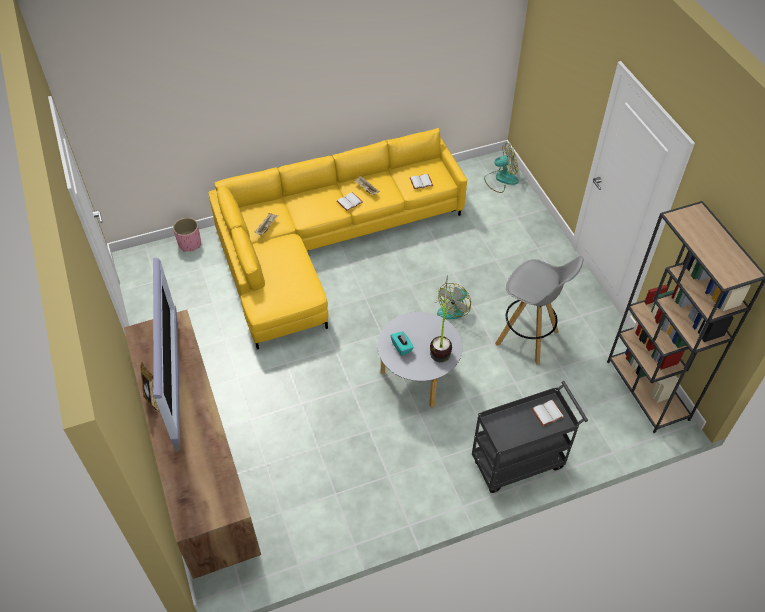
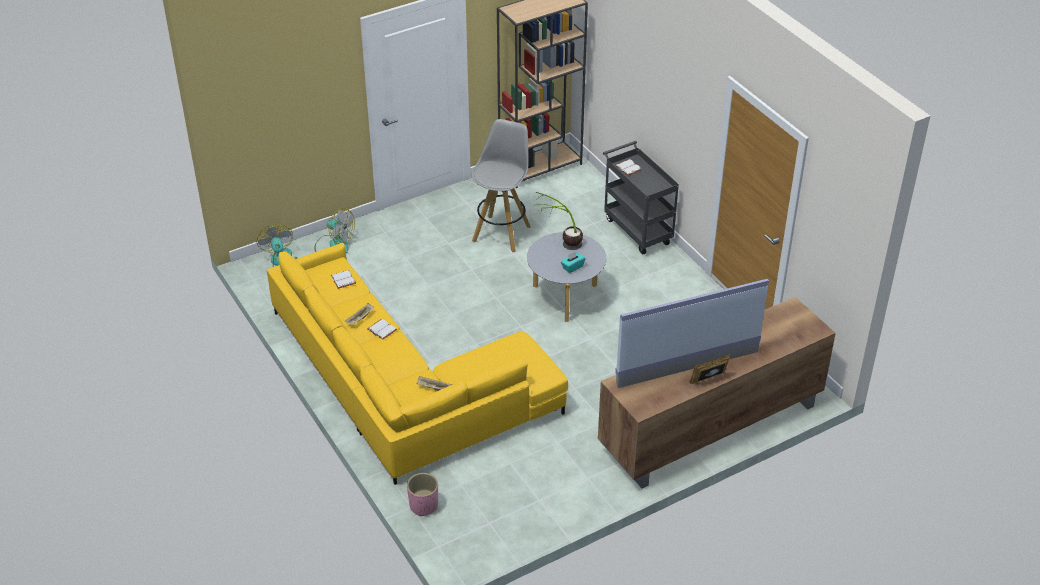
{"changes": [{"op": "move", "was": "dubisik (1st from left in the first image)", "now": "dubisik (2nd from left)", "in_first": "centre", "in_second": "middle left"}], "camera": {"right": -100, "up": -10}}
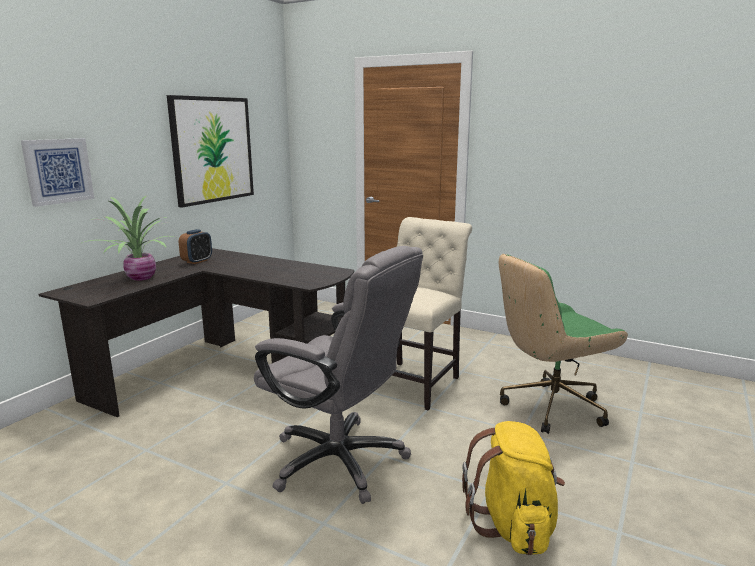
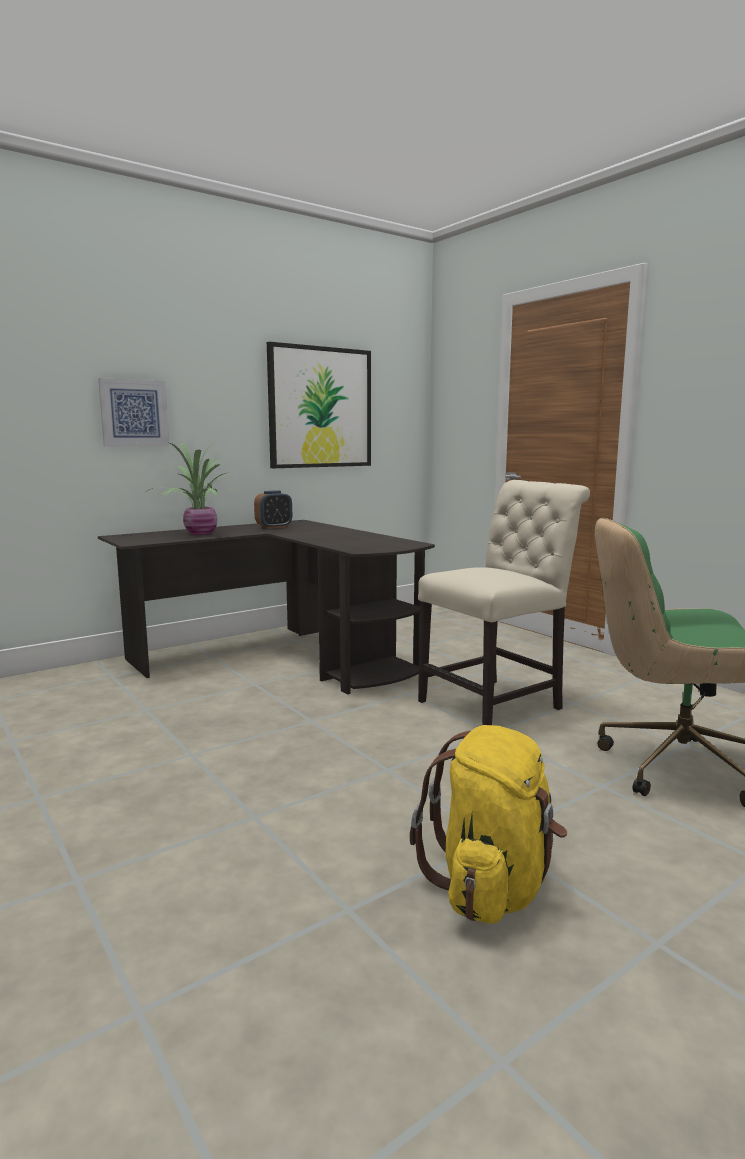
{"changes": [{"op": "delete", "was": "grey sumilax", "in_first": "centre"}], "camera": {"right": 25, "up": -5}}
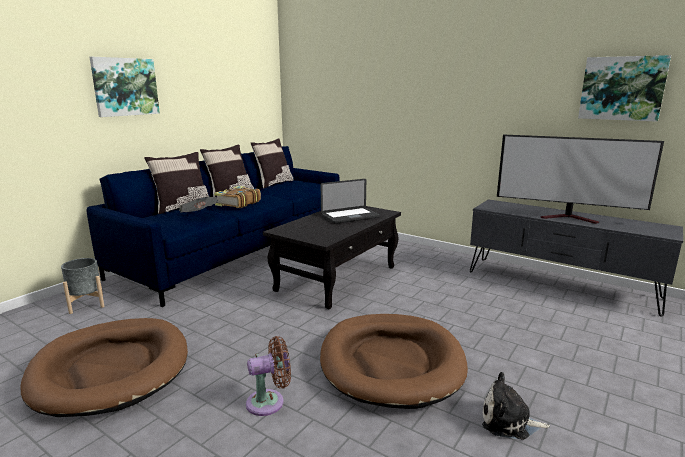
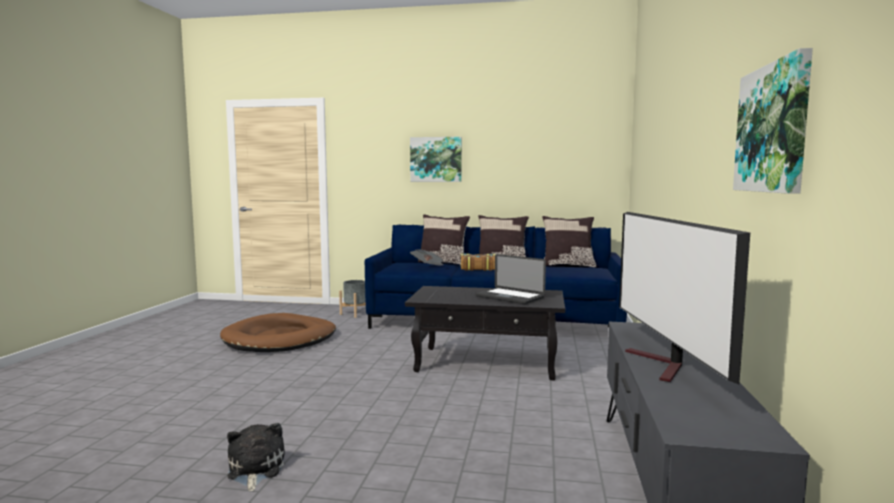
{"changes": [{"op": "delete", "was": "brown dubisik", "in_first": "bottom centre"}, {"op": "delete", "was": "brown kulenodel (2nd from left)", "in_first": "bottom centre"}], "camera": {"right": 65, "up": -10}}
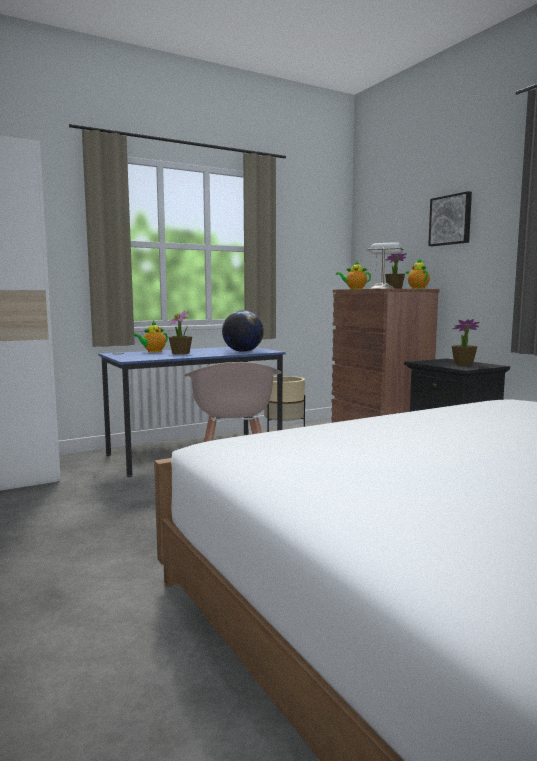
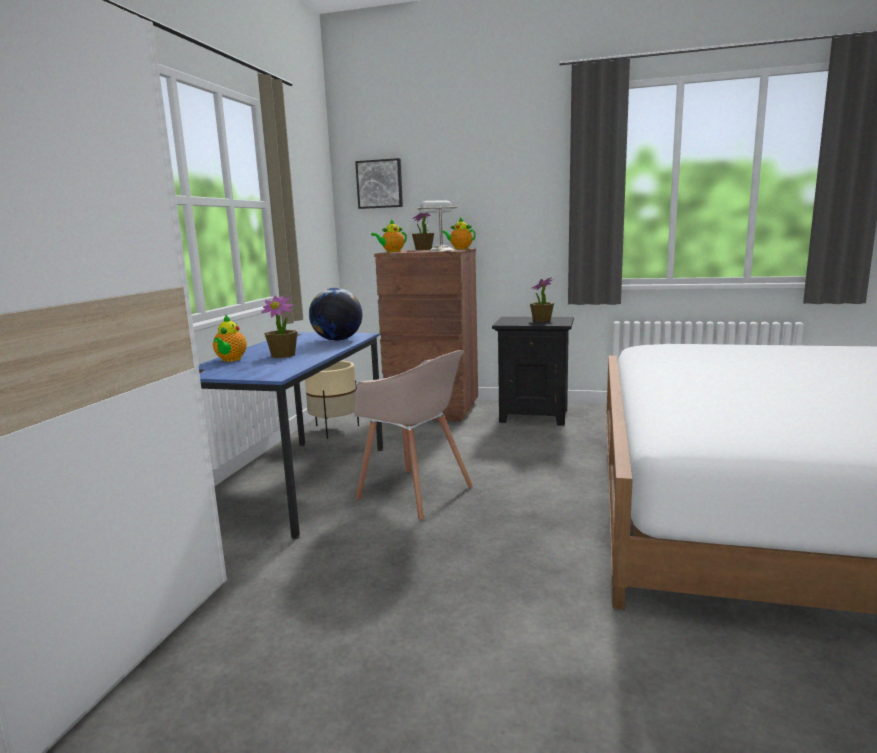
{"changes": [{"op": "move", "was": "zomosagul", "in_first": "top right", "in_second": "top centre"}], "camera": {"right": -45, "up": 5}}
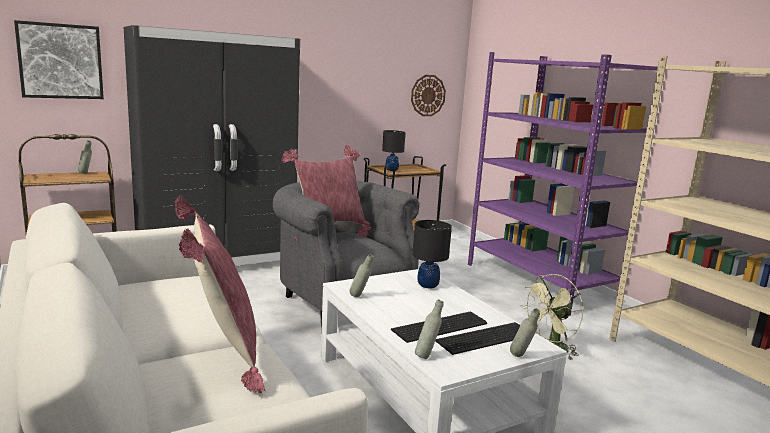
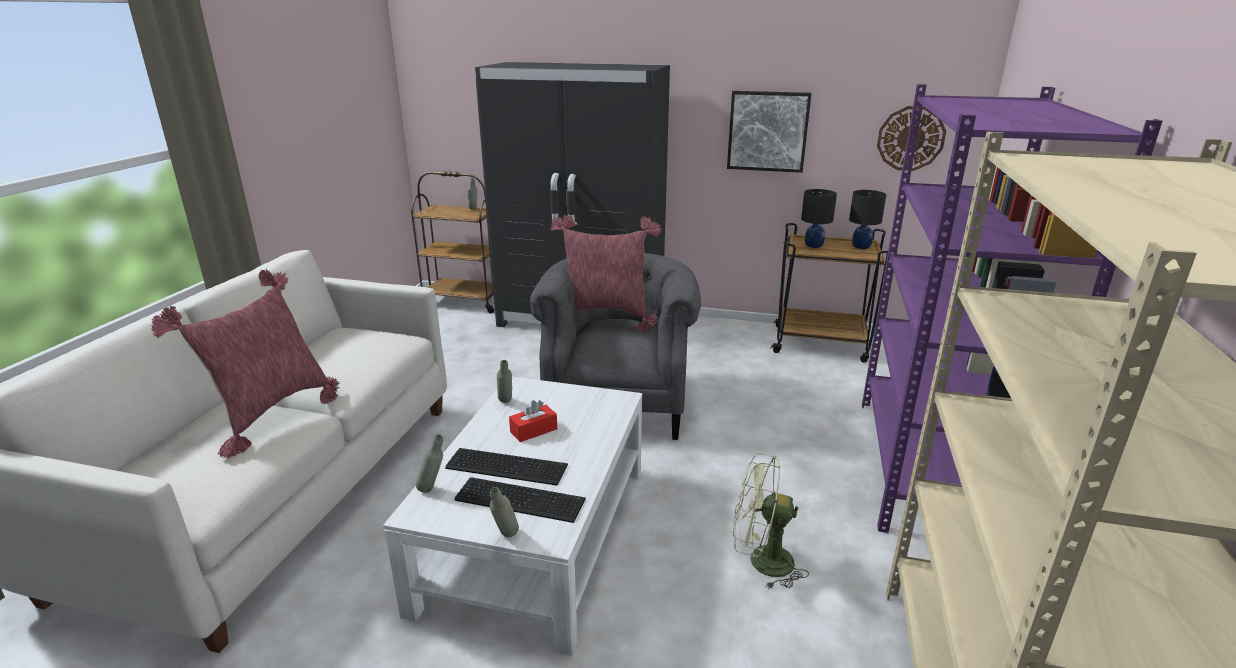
{"changes": [{"op": "move", "was": "zomosagul", "in_first": "top left", "in_second": "top centre"}, {"op": "move", "was": "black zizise (2nd from left)", "in_first": "centre", "in_second": "top right"}, {"op": "insert", "now": "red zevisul", "in_second": "centre"}], "camera": {"right": 45, "up": 10}}
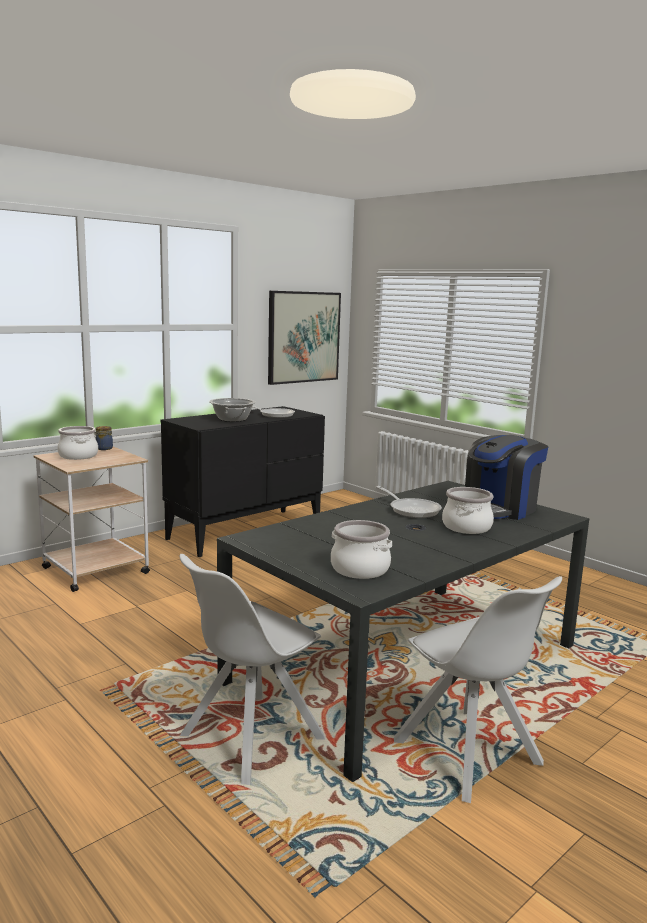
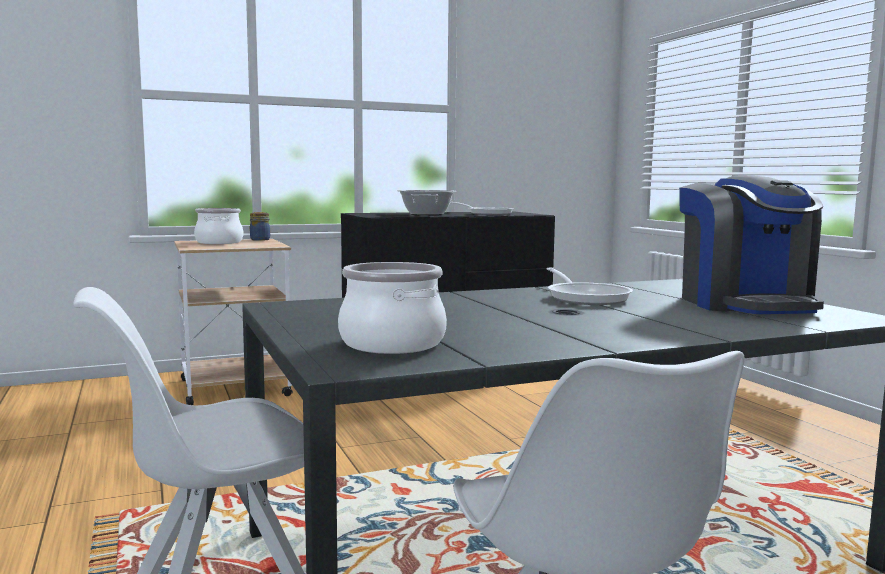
{"changes": [{"op": "delete", "was": "zomosagul", "in_first": "centre"}, {"op": "delete", "was": "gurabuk (4th from left)", "in_first": "middle right"}, {"op": "rotate", "was": "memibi", "in_first": "middle right", "in_second": "middle right", "clockwise": -75}], "camera": {"right": 20, "up": -5}}
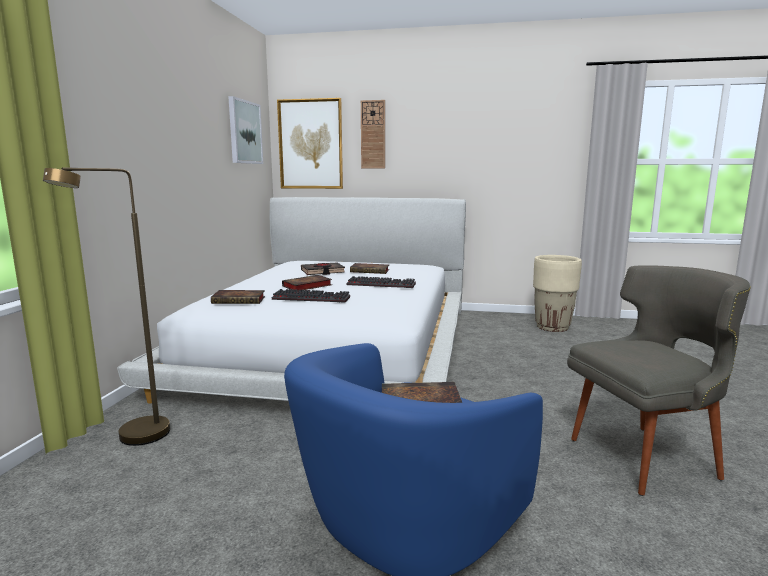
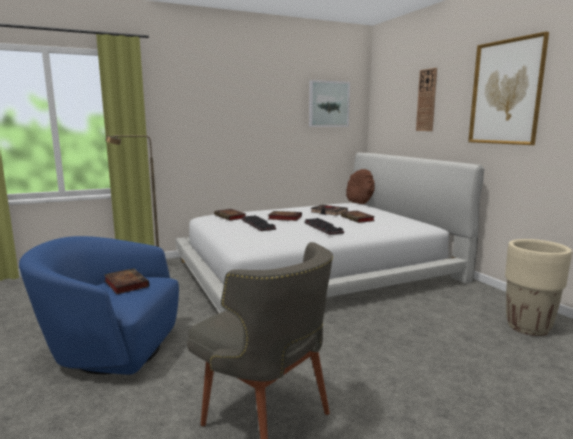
{"changes": [{"op": "move", "was": "zomosagul (2nd from left)", "in_first": "top centre", "in_second": "top right"}, {"op": "insert", "now": "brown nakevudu", "in_second": "centre"}], "camera": {"right": 55, "up": 0}}
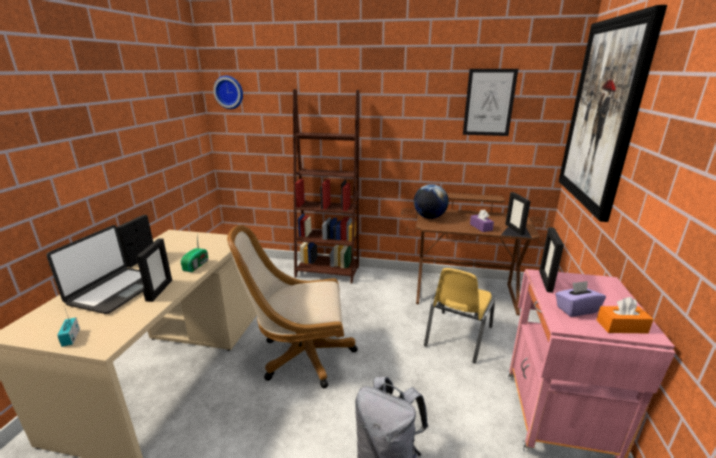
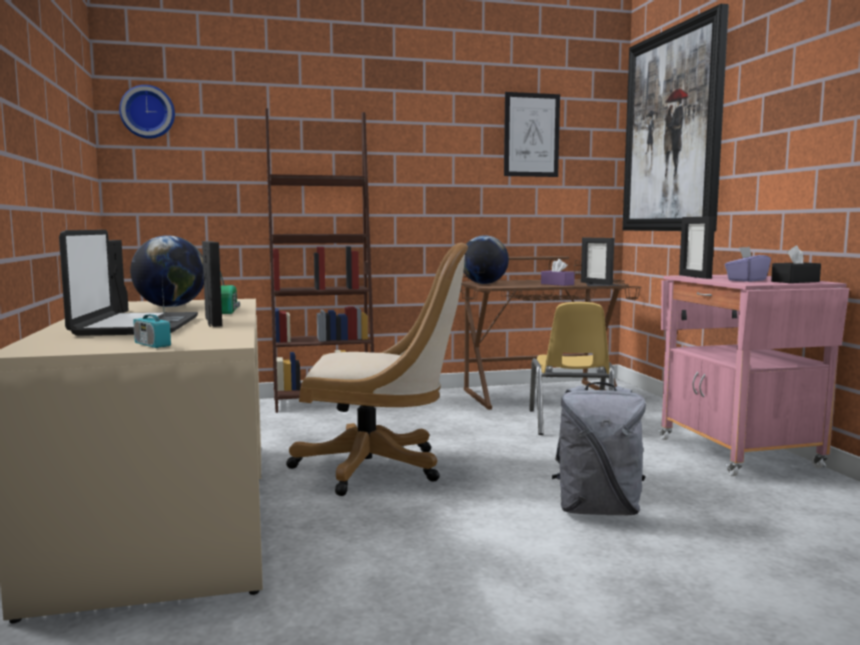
{"changes": [{"op": "rotate", "was": "sumilax", "in_first": "bottom centre", "in_second": "centre", "clockwise": -150}, {"op": "recolor", "was": "orange zevisul", "now": "black zevisul", "in_first": "bottom right", "in_second": "middle right"}, {"op": "insert", "now": "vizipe (1st from left)", "in_second": "middle left"}], "camera": {"right": -25, "up": -15}}
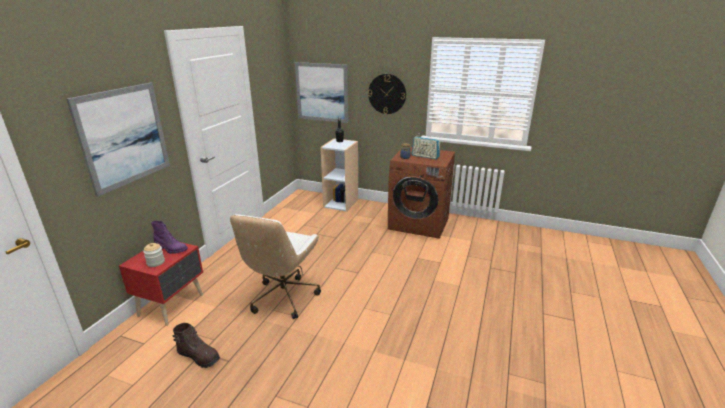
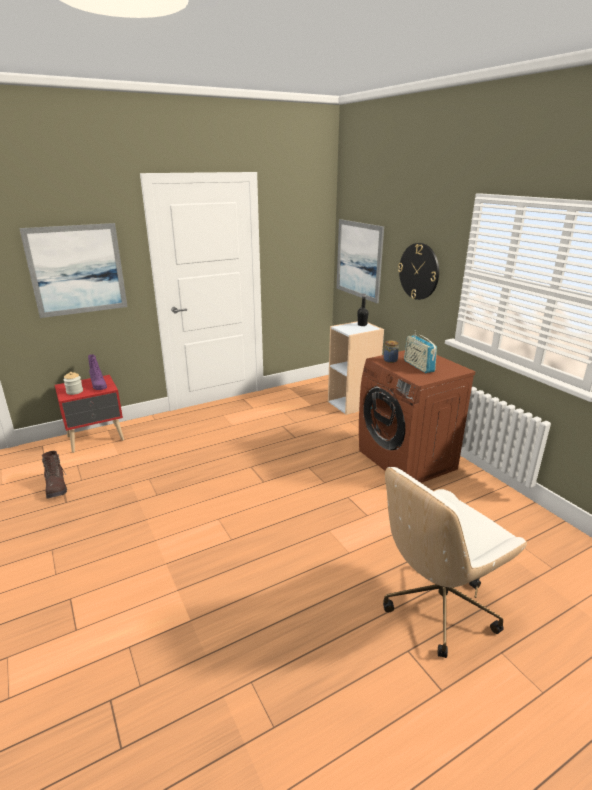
{"changes": [{"op": "move", "was": "white sumilax", "in_first": "centre", "in_second": "bottom right"}], "camera": {"right": 40, "up": 0}}
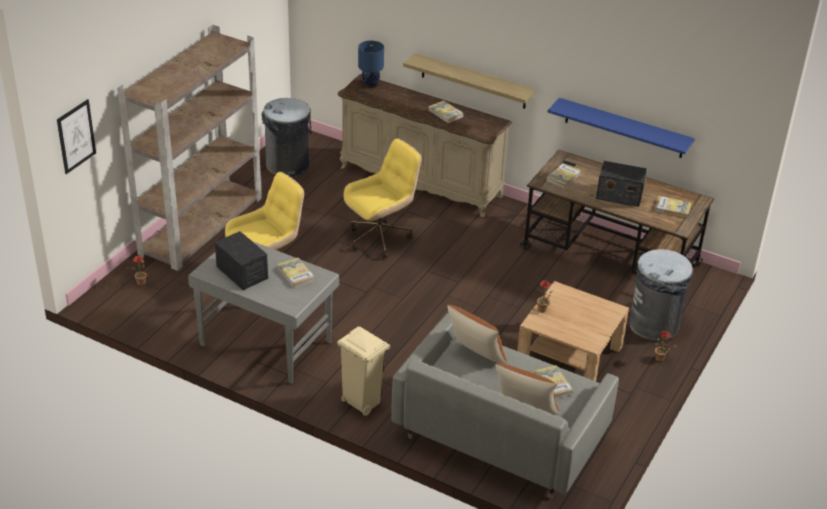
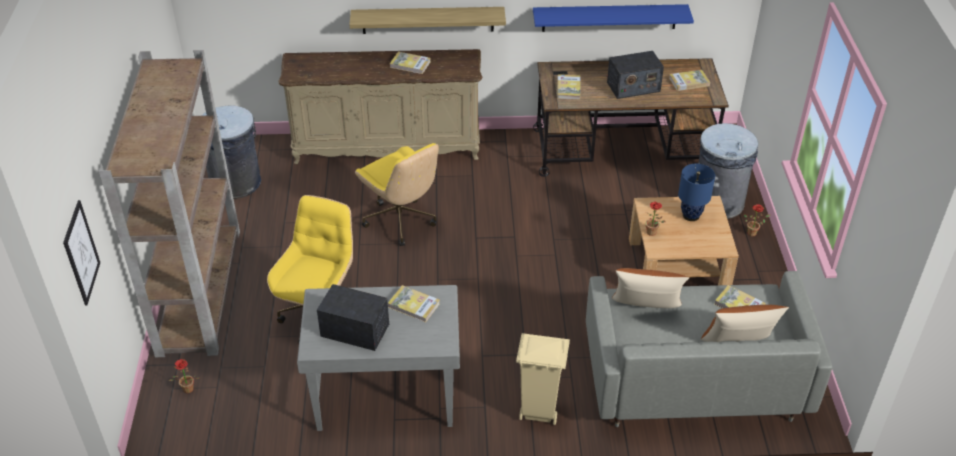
{"changes": [{"op": "rotate", "was": "yellow sumilax (2nd from left)", "in_first": "centre", "in_second": "centre", "clockwise": 120}, {"op": "move", "was": "blue zizise", "in_first": "top centre", "in_second": "middle right"}], "camera": {"right": -30, "up": 5}}
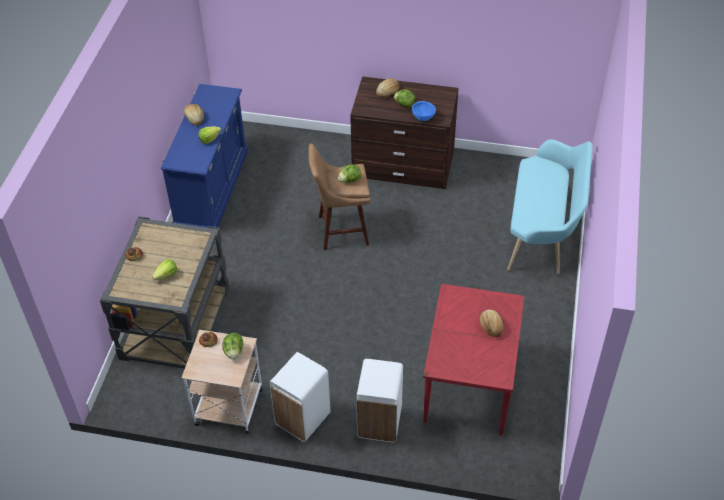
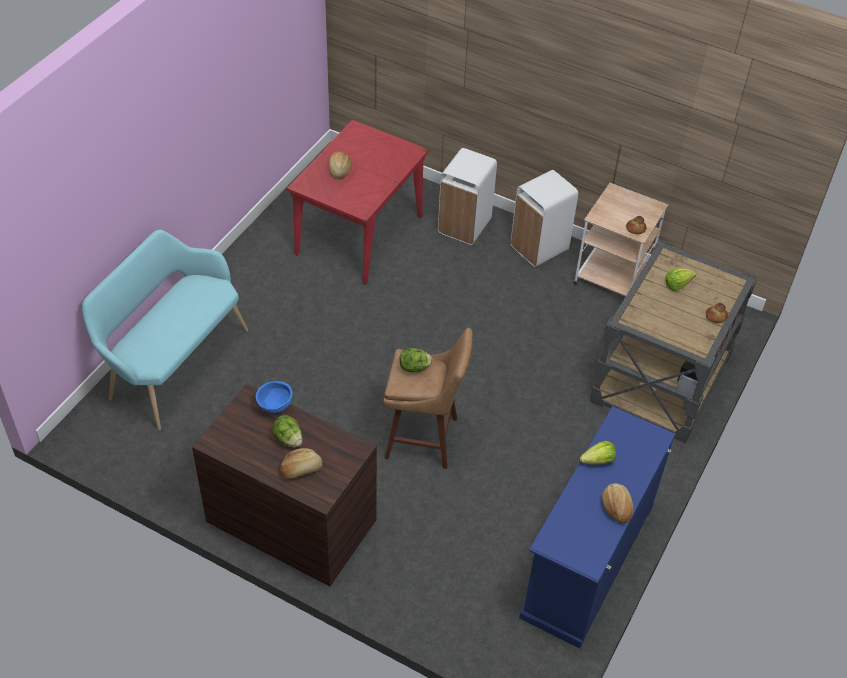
{"changes": [{"op": "delete", "was": "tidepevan (3rd from left)", "in_first": "bottom left"}], "camera": {"right": -165, "up": 0}}
